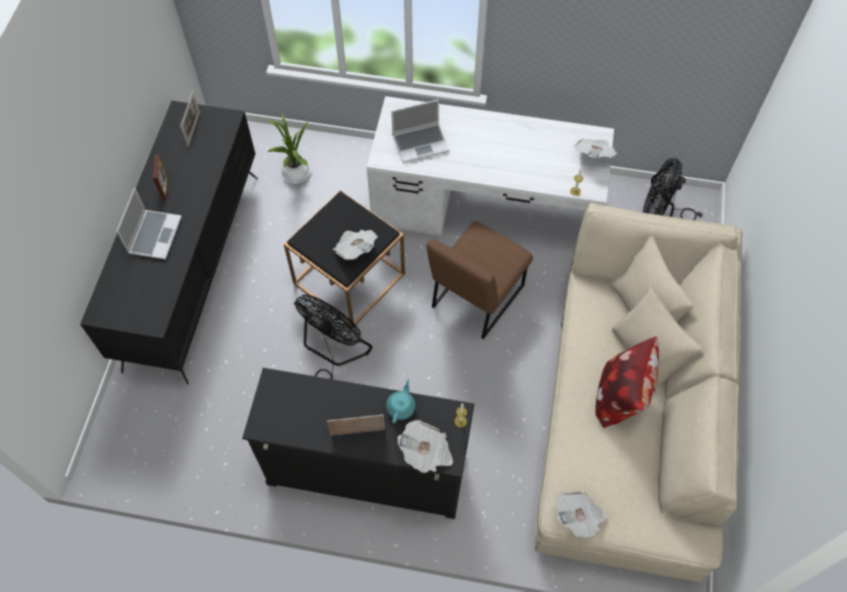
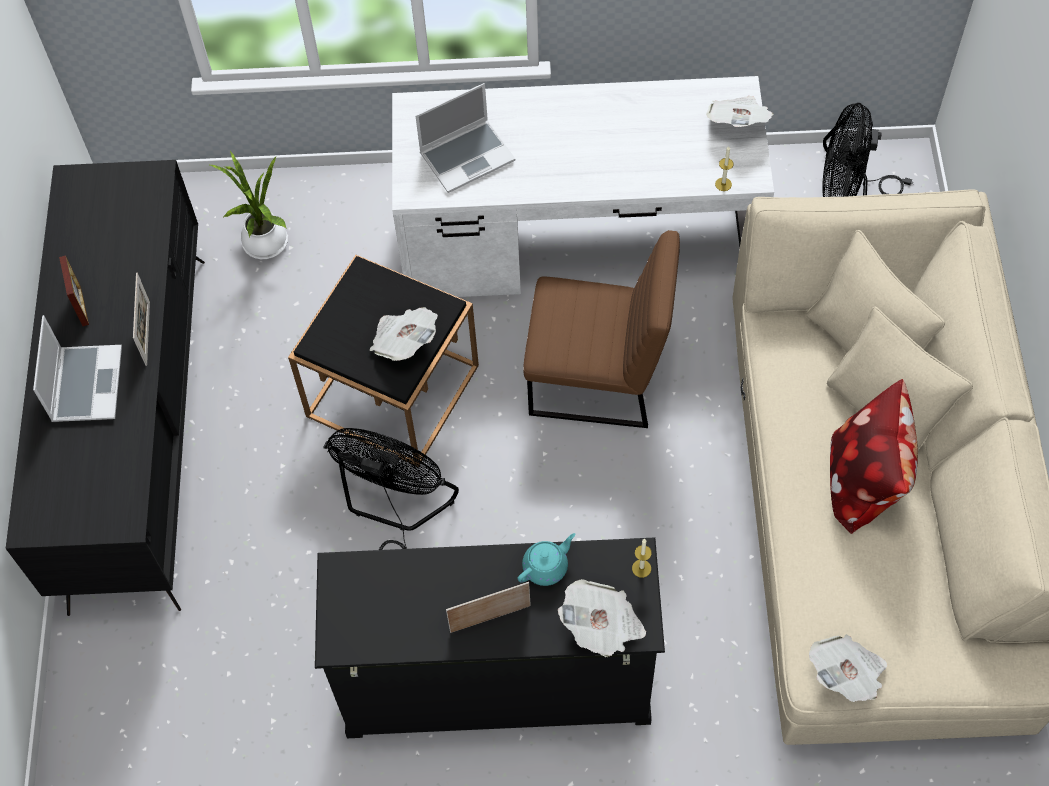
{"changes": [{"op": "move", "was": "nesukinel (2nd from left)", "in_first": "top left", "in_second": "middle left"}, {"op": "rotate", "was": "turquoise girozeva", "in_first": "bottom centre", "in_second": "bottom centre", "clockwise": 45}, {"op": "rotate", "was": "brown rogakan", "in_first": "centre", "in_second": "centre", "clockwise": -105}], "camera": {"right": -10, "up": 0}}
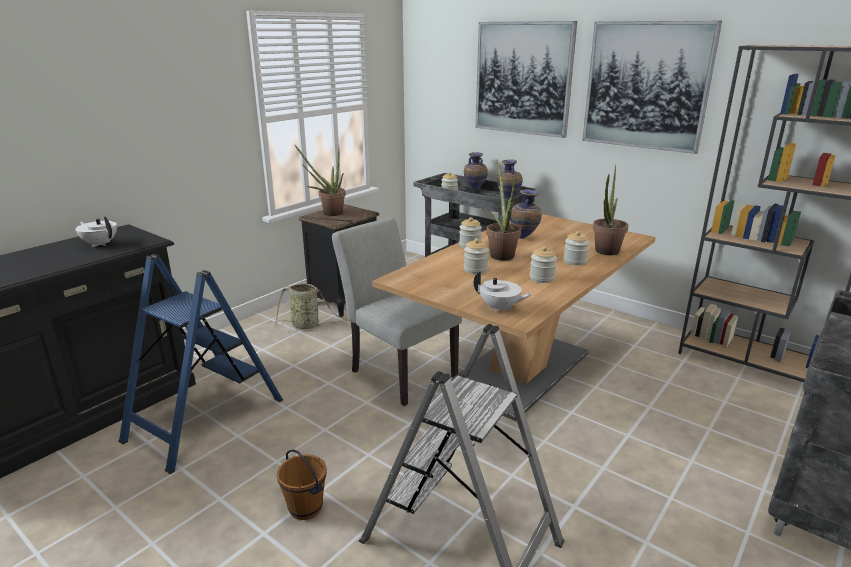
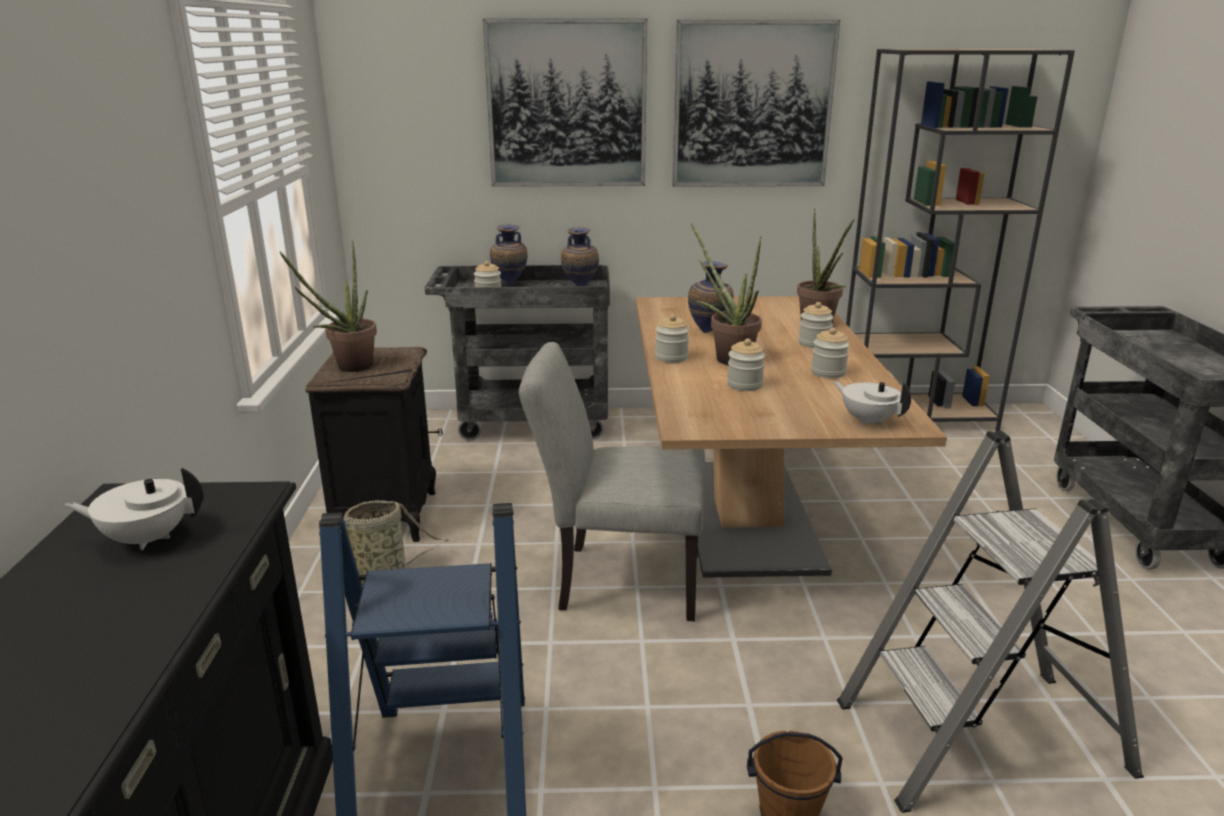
{"changes": [{"op": "rotate", "was": "white girozeva (2nd from left)", "in_first": "centre", "in_second": "middle right", "clockwise": -120}], "camera": {"right": -40, "up": 0}}
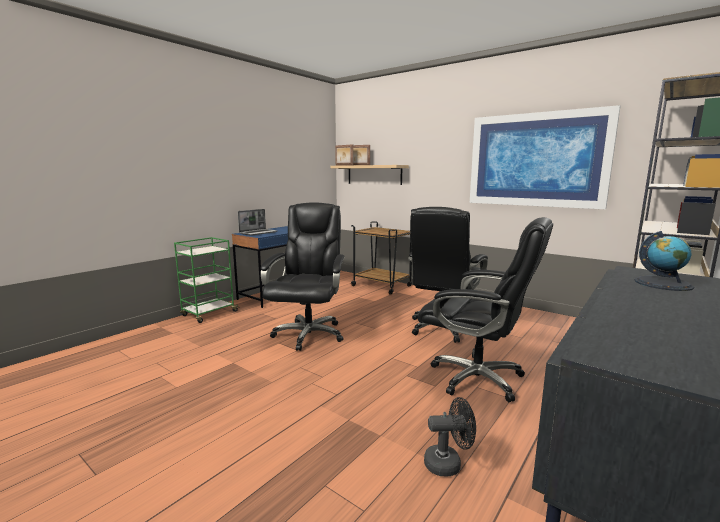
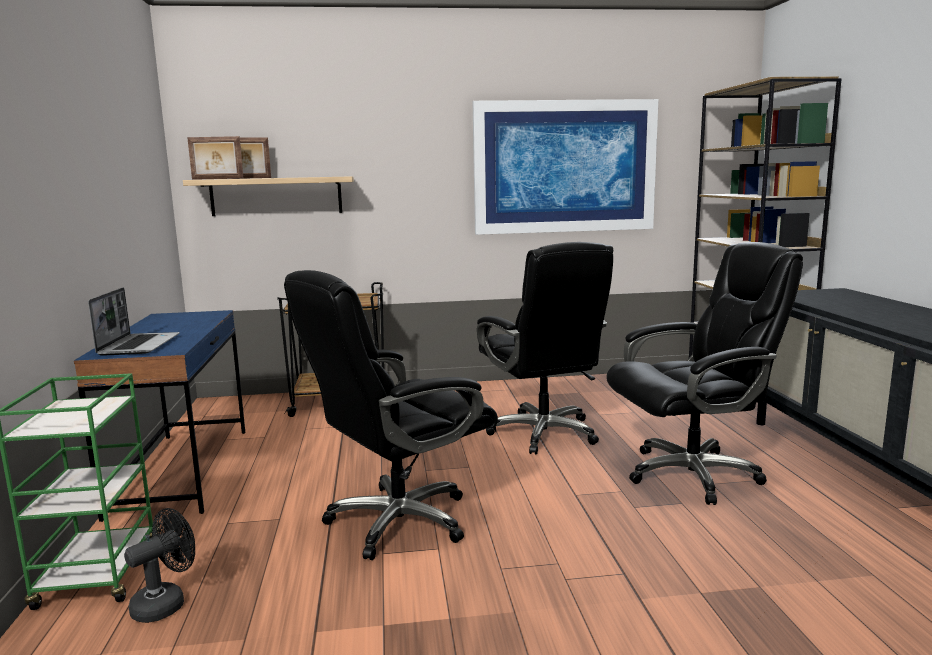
{"changes": [{"op": "rotate", "was": "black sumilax (1st from left)", "in_first": "centre", "in_second": "centre", "clockwise": -90}, {"op": "move", "was": "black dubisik", "in_first": "bottom centre", "in_second": "bottom left"}, {"op": "delete", "was": "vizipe", "in_first": "middle right"}], "camera": {"right": -45, "up": 0}}
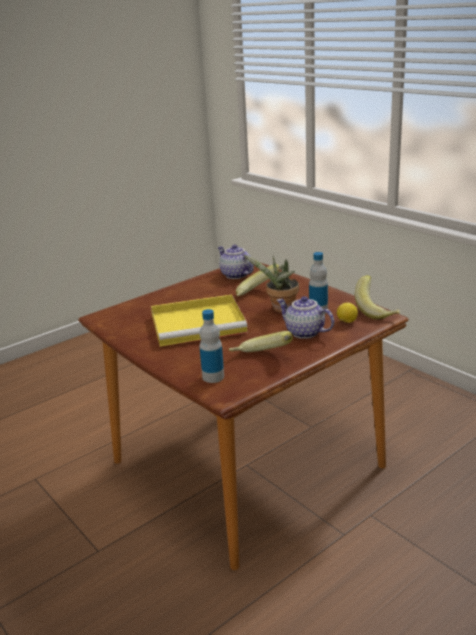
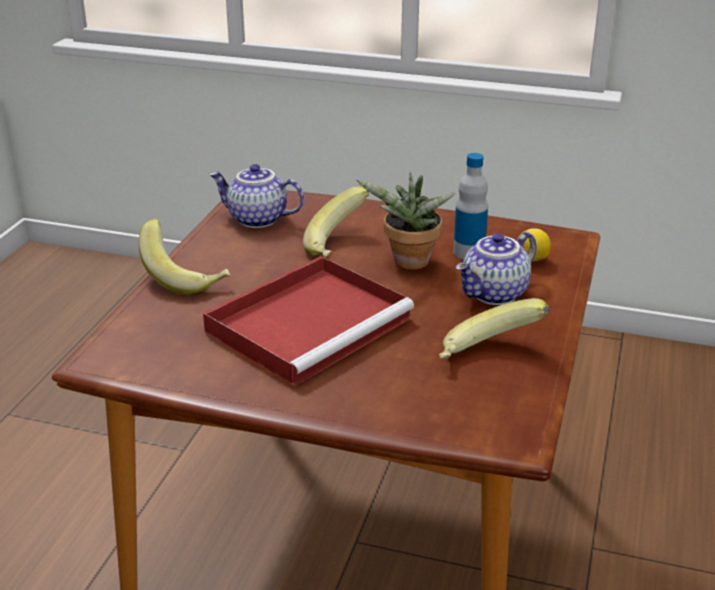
{"changes": [{"op": "recolor", "was": "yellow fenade", "now": "red fenade", "in_first": "centre", "in_second": "centre"}, {"op": "delete", "was": "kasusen (1st from left)", "in_first": "centre"}, {"op": "rotate", "was": "girozeva (2nd from left)", "in_first": "centre", "in_second": "middle right", "clockwise": -45}, {"op": "move", "was": "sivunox (3rd from left in the first image)", "now": "sivunox (1st from left)", "in_first": "middle right", "in_second": "middle left"}], "camera": {"right": -35, "up": 5}}
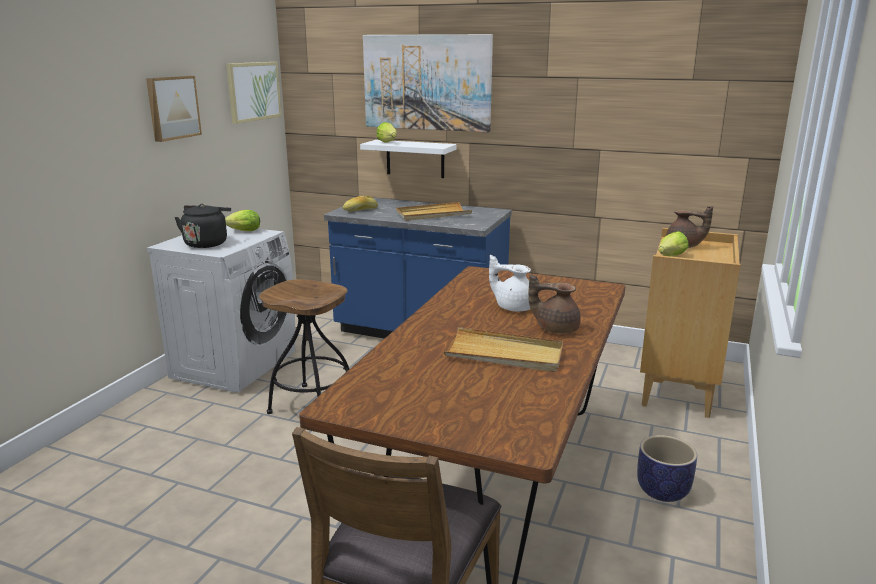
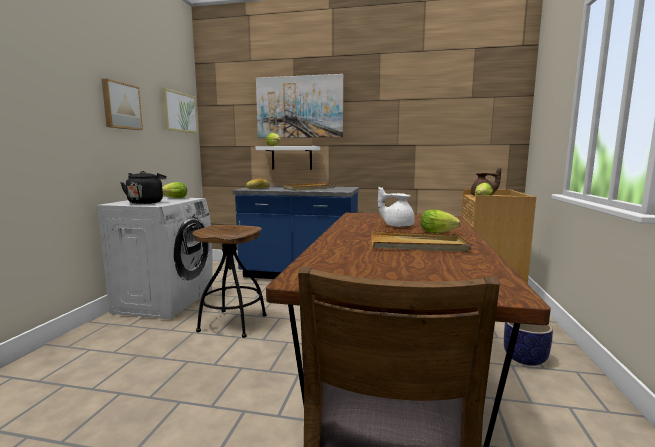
{"changes": [{"op": "replace", "was": "brown girozeva (1st from left)", "now": "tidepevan (3rd from left)", "in_first": "centre", "in_second": "middle right"}], "camera": {"right": -10, "up": -10}}
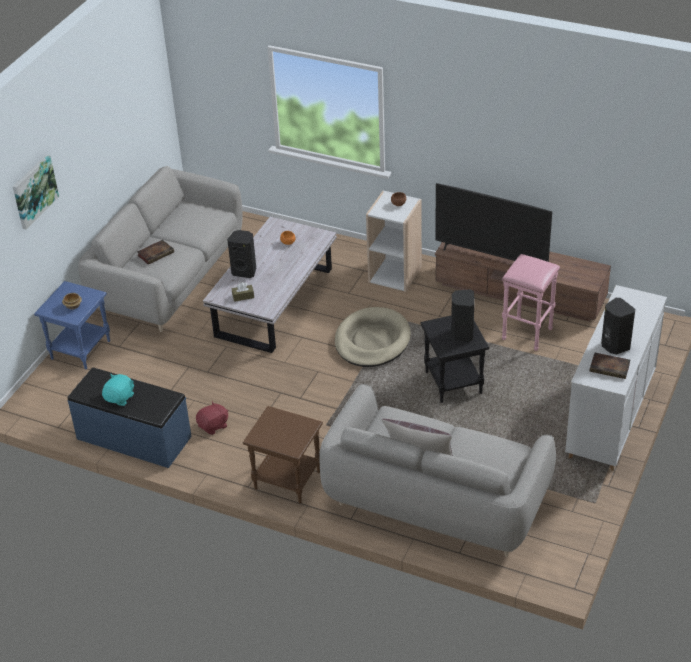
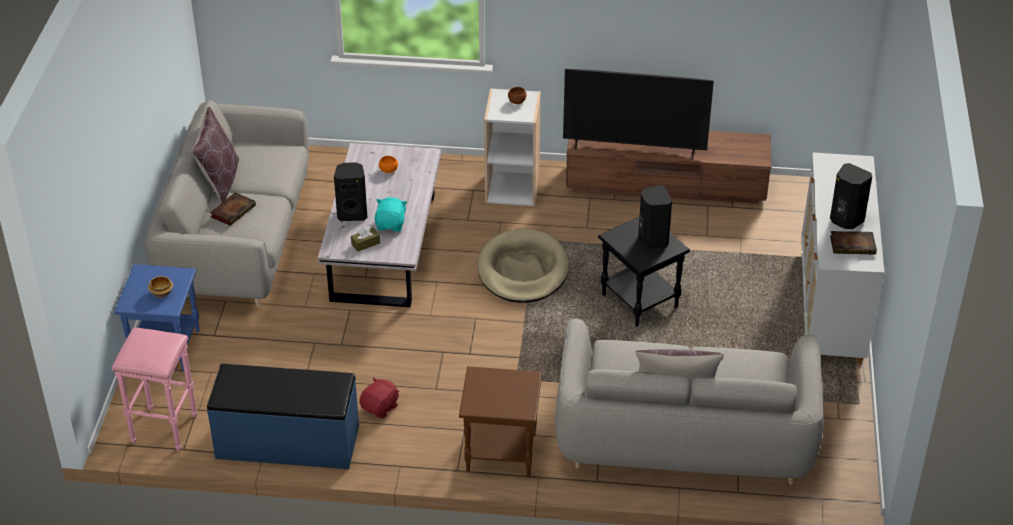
{"changes": [{"op": "delete", "was": "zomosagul", "in_first": "top left"}, {"op": "move", "was": "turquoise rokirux", "in_first": "middle left", "in_second": "centre"}, {"op": "move", "was": "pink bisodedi", "in_first": "middle right", "in_second": "bottom left"}, {"op": "insert", "now": "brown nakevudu (1st from left)", "in_second": "top left"}], "camera": {"right": -20, "up": 0}}
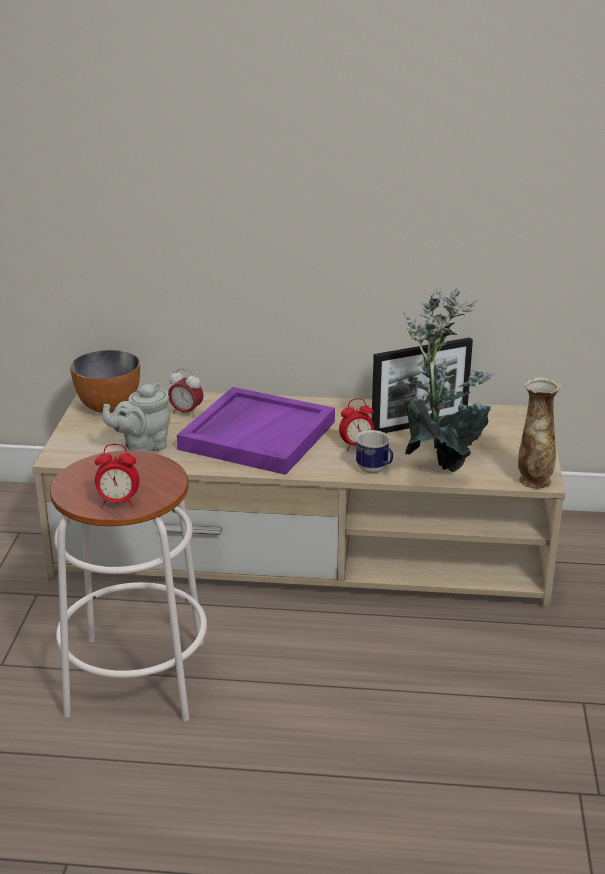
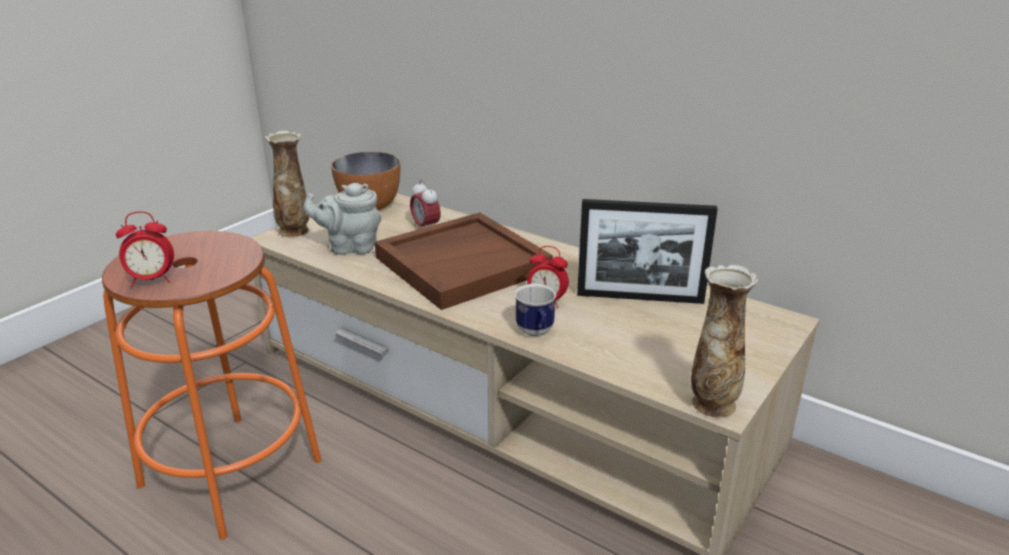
{"changes": [{"op": "recolor", "was": "white bisodedi", "now": "orange bisodedi", "in_first": "bottom left", "in_second": "bottom left"}, {"op": "rotate", "was": "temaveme (1st from left)", "in_first": "middle left", "in_second": "middle left", "clockwise": -45}, {"op": "recolor", "was": "purple fenade", "now": "brown fenade", "in_first": "centre", "in_second": "centre"}, {"op": "delete", "was": "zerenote", "in_first": "middle right"}, {"op": "insert", "now": "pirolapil (1st from left)", "in_second": "top left"}], "camera": {"right": 30, "up": 0}}
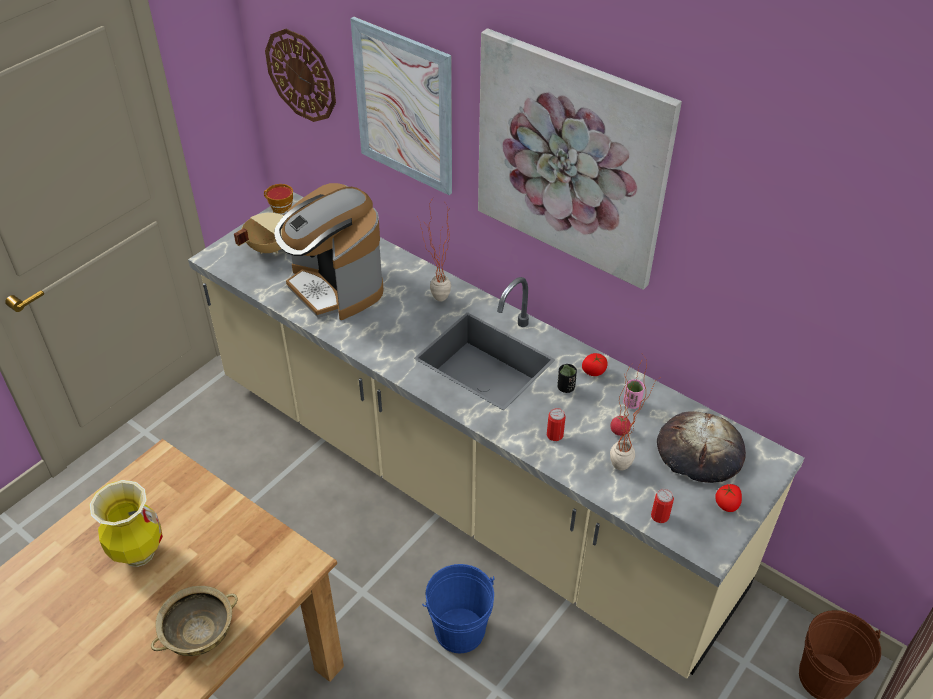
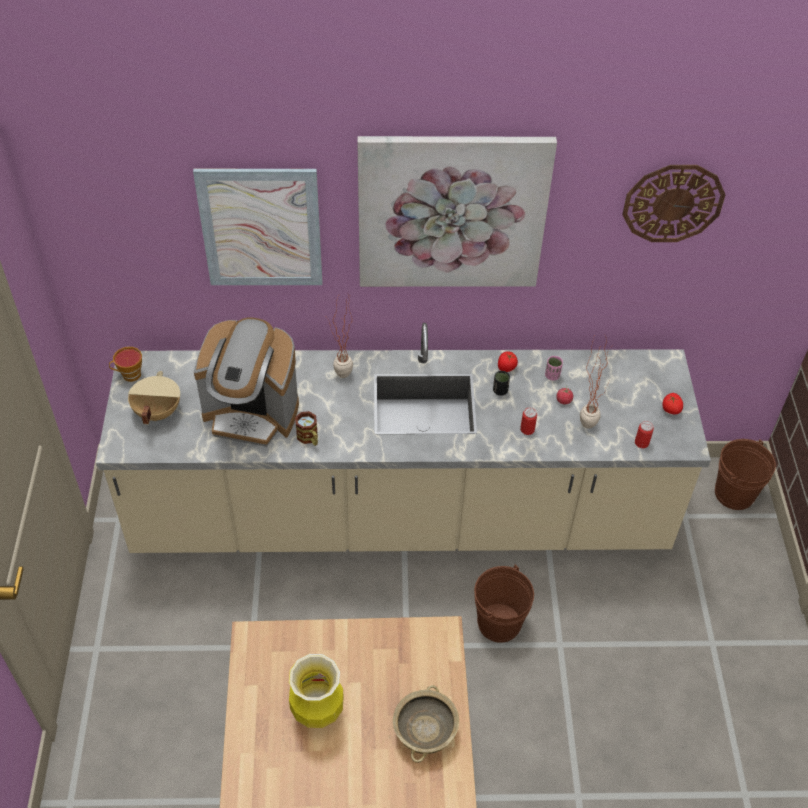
{"changes": [{"op": "move", "was": "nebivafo", "in_first": "top left", "in_second": "top right"}, {"op": "recolor", "was": "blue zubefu", "now": "brown zubefu (1st from left)", "in_first": "bottom centre", "in_second": "bottom centre"}, {"op": "delete", "was": "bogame", "in_first": "middle right"}, {"op": "insert", "now": "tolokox", "in_second": "centre"}], "camera": {"right": -40, "up": 5}}
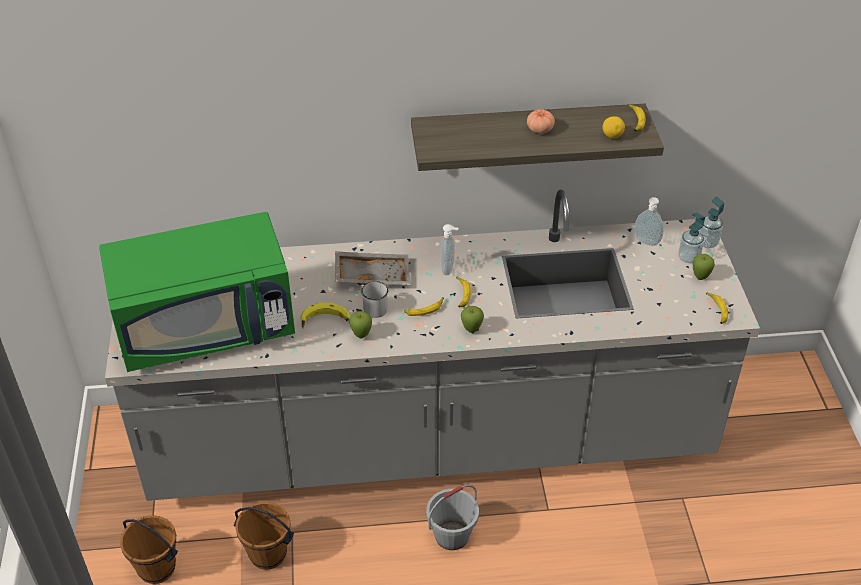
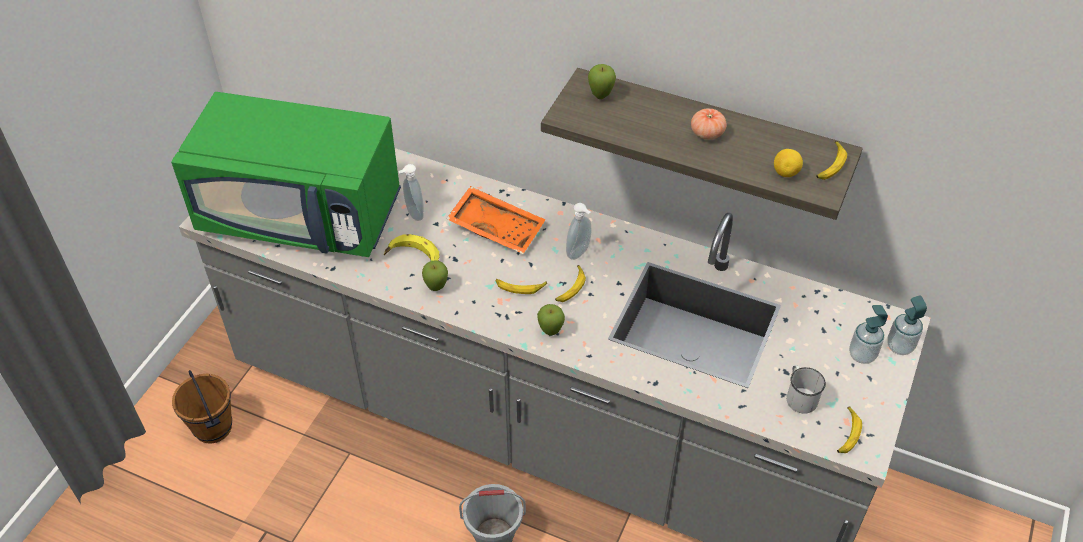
{"changes": [{"op": "delete", "was": "brown zubefu (2nd from left)", "in_first": "bottom left"}, {"op": "recolor", "was": "grey fenade", "now": "orange fenade", "in_first": "centre", "in_second": "centre"}, {"op": "move", "was": "white tolokox", "in_first": "centre", "in_second": "bottom right"}, {"op": "move", "was": "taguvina (2nd from left in the first image)", "now": "taguvina (1st from left)", "in_first": "middle right", "in_second": "centre"}, {"op": "move", "was": "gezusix (3rd from left)", "in_first": "middle right", "in_second": "top centre"}], "camera": {"right": 30, "up": 5}}
